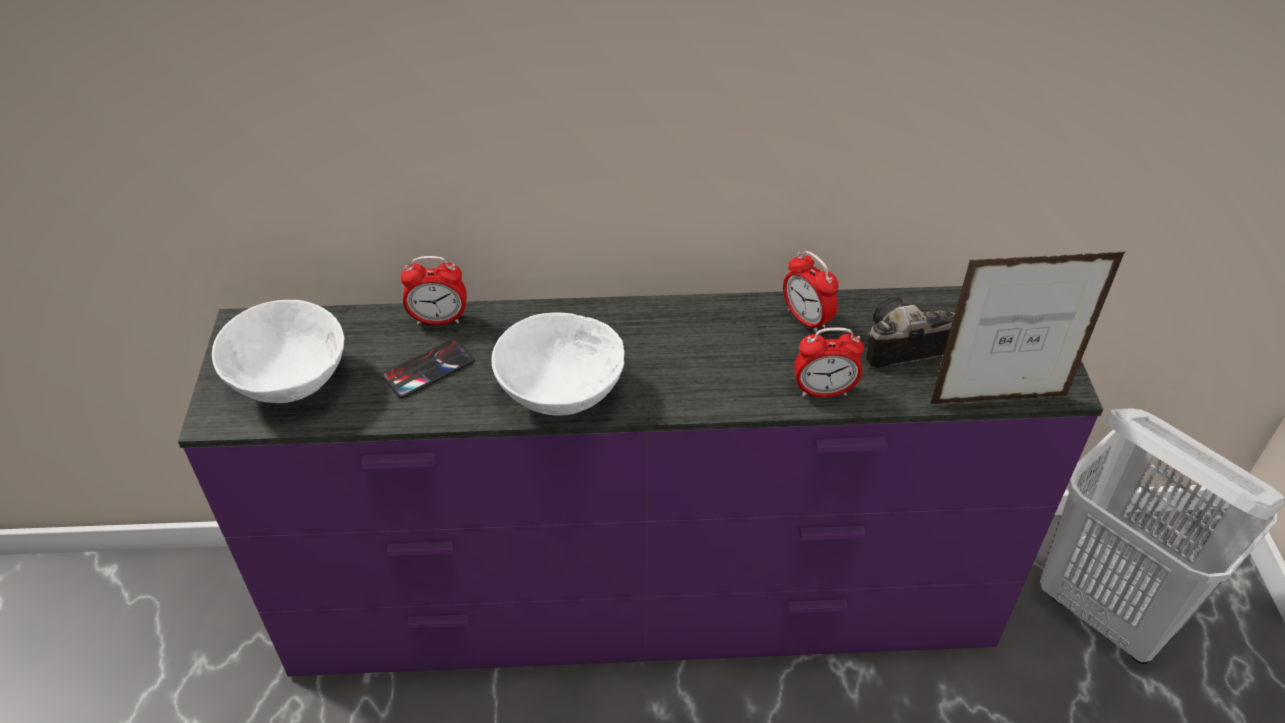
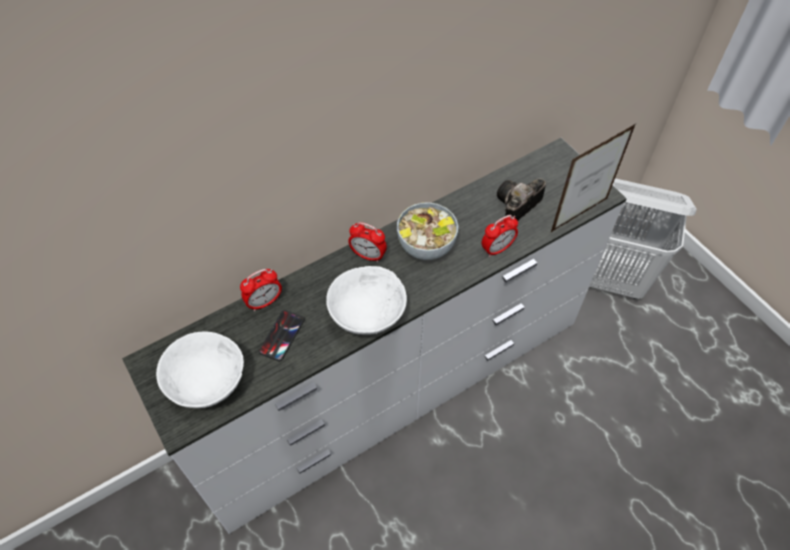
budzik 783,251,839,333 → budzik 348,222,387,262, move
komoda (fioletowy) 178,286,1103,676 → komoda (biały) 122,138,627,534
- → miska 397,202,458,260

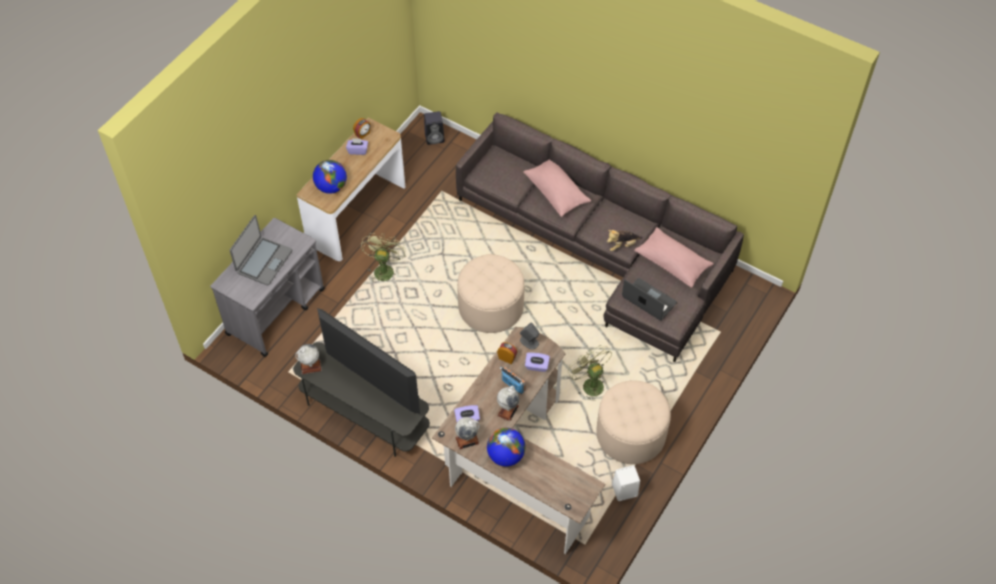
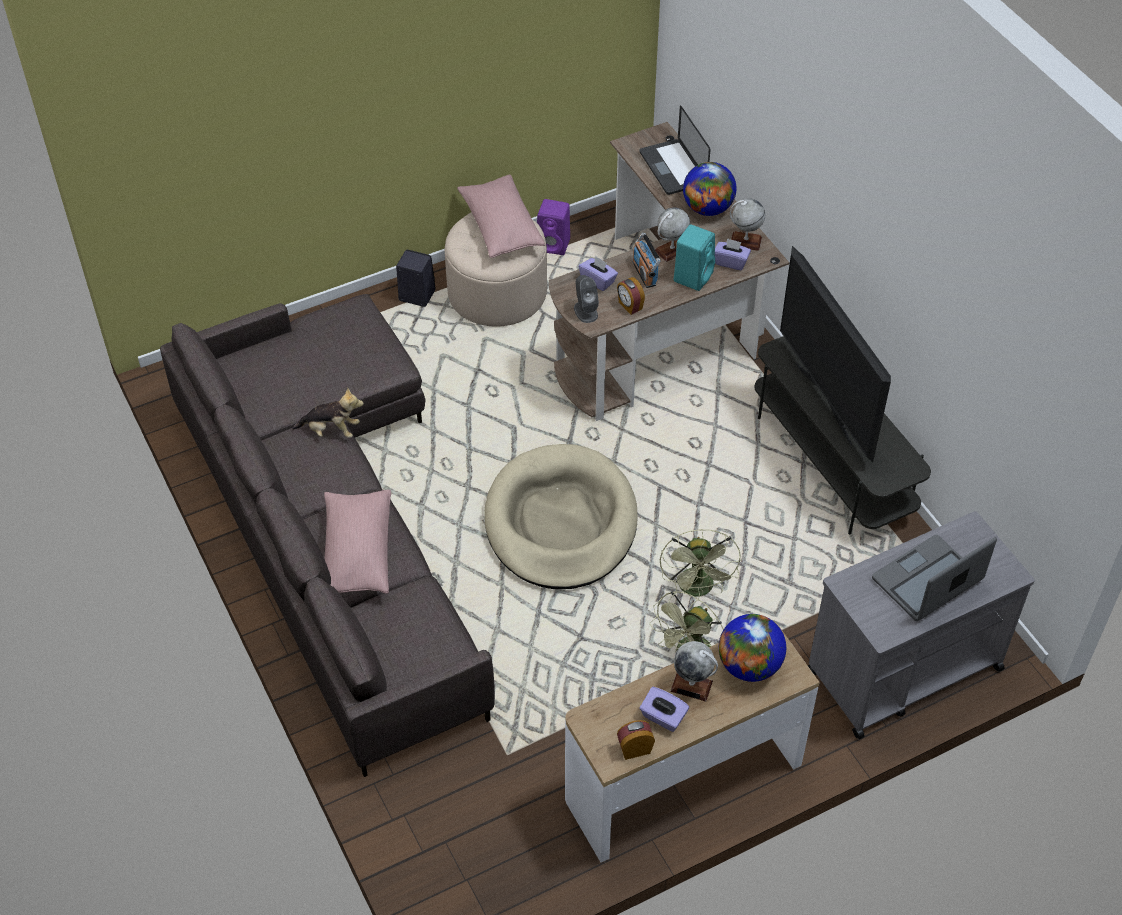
głośnik (czarny) 424,111,445,145 → głośnik (czarny) 396,250,435,307, move
poduszka (różowy) 634,227,714,288 → poduszka (różowy) 457,175,545,258, move
pufa (beżowy) 457,254,525,333 → legowisko (beżowy) 484,444,637,589
laptop 622,278,677,321 → laptop 639,105,711,195, move
globus 295,344,322,374 → globus 671,641,718,702, move
wentylator (zielony) 568,345,612,401 → wentylator (zielony) 660,529,741,597, move
głośnik (biały) 612,465,640,501 → głośnik (fioletowy) 537,199,570,255
- → głośnik (turkusowy) 674,224,715,291

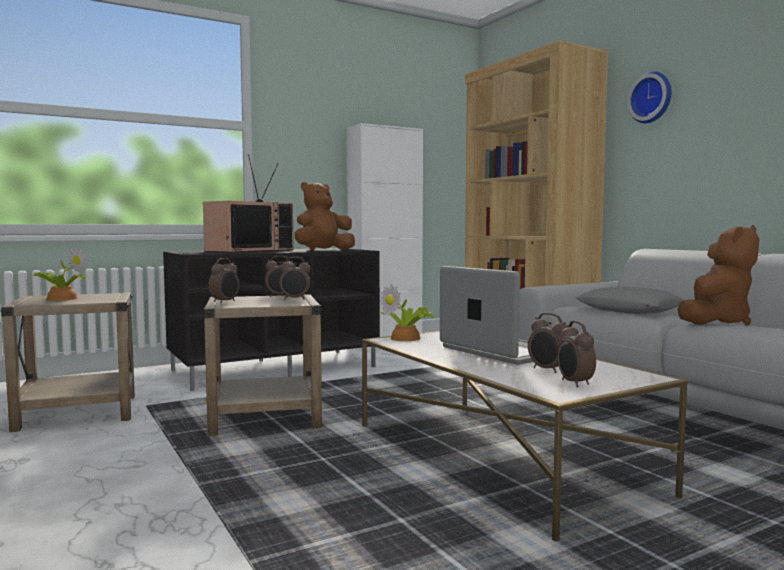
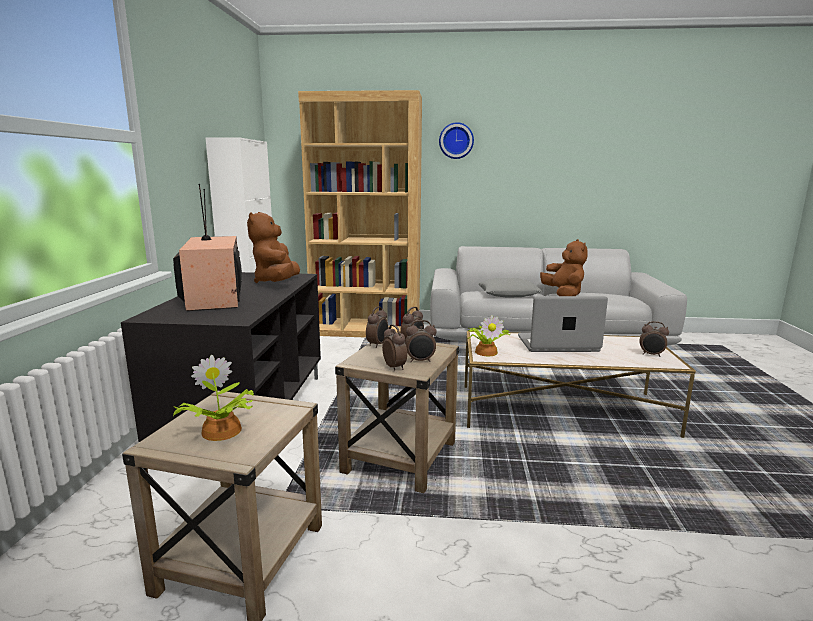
budzik 528,313,567,373 → budzik 405,320,437,363, move

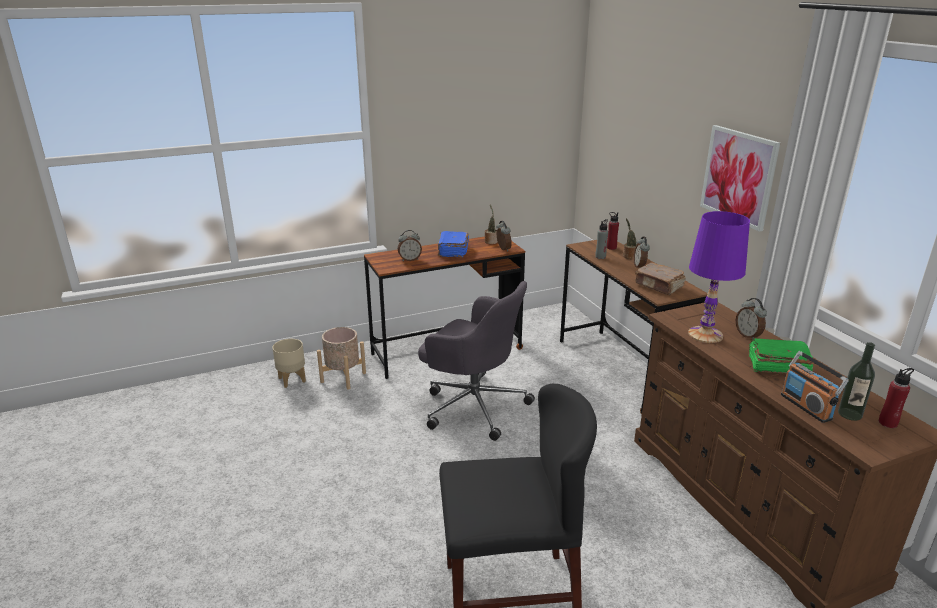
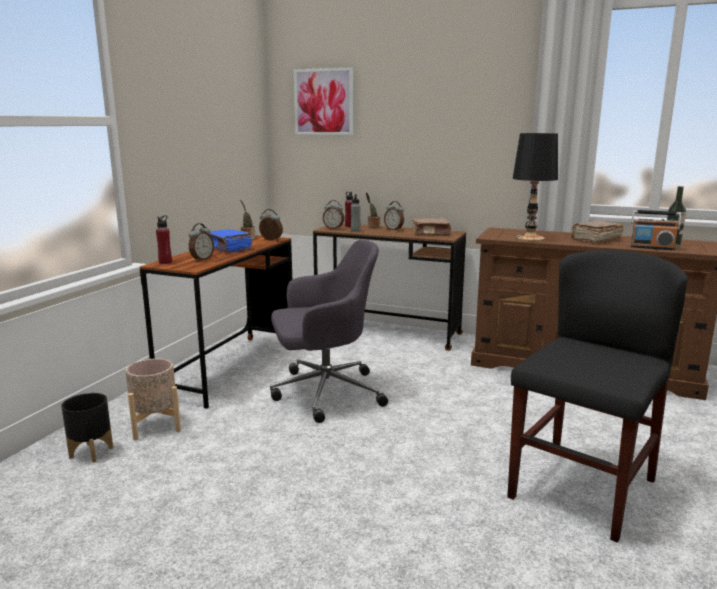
obraz 700,125,780,232 → obraz 294,67,353,135, move
lampa stołowa (fioletowy) 688,211,750,343 → lampa stołowa (czarny) 513,133,558,241
budzik 736,298,767,339 → budzik 323,200,344,229, move
książka (zielony) 749,338,814,374 → książka (brązowy) 572,220,624,243
donica (beżowy) 272,339,306,388 → donica (czarny) 61,393,113,463
butelka (czerwony) 879,368,914,428 → butelka (czerwony) 156,215,172,264, move

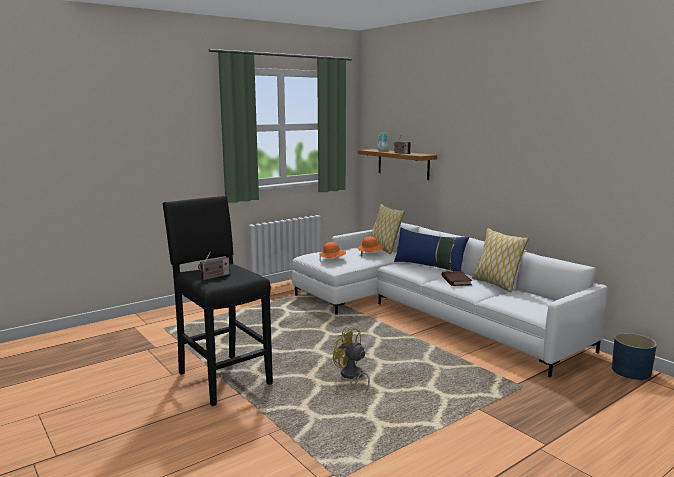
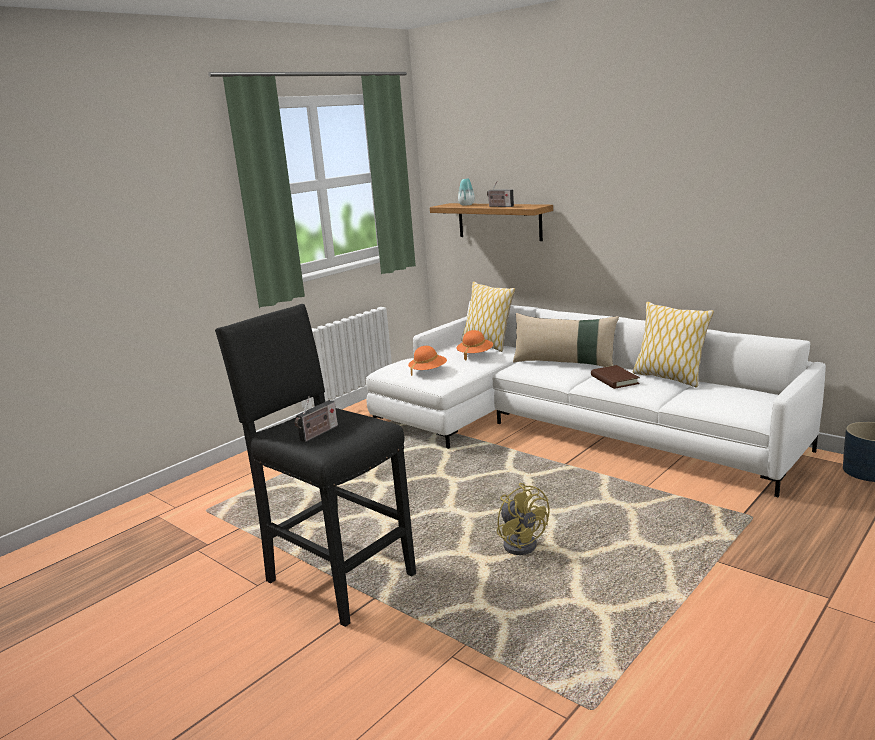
poduszka (niebieski) 394,228,469,271 → poduszka (beżowy) 513,313,619,367
wentylator (żółty) 333,327,370,394 → wentylator (żółty) 497,483,549,555, 150 degrees counterclockwise

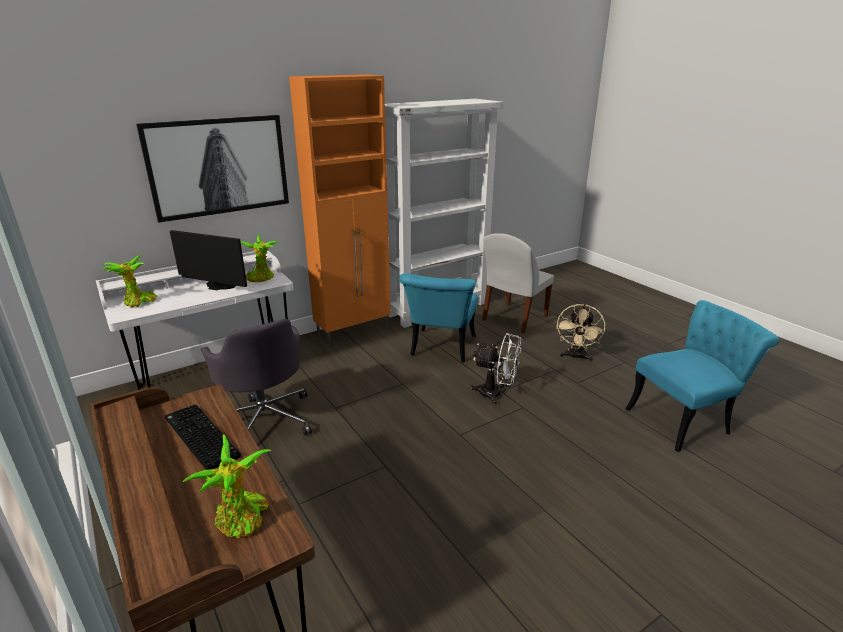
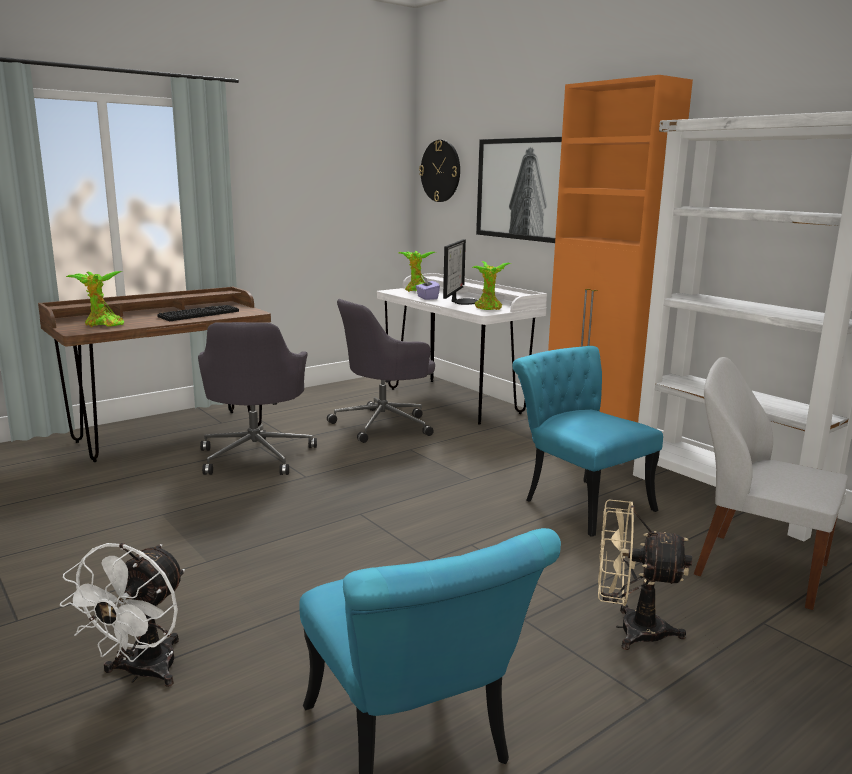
krzesło (turkusowy) 399,273,478,362 → krzesło (turkusowy) 512,346,663,537, 45 degrees clockwise
wentylator (biały) 470,333,521,405 → wentylator (biały) 60,543,185,687, move
- → zegar ścienny 419,140,460,202
- → pudełko chusteczek (fioletowy) 416,276,440,300
- → krzesło biurowe (szary) 198,322,317,475

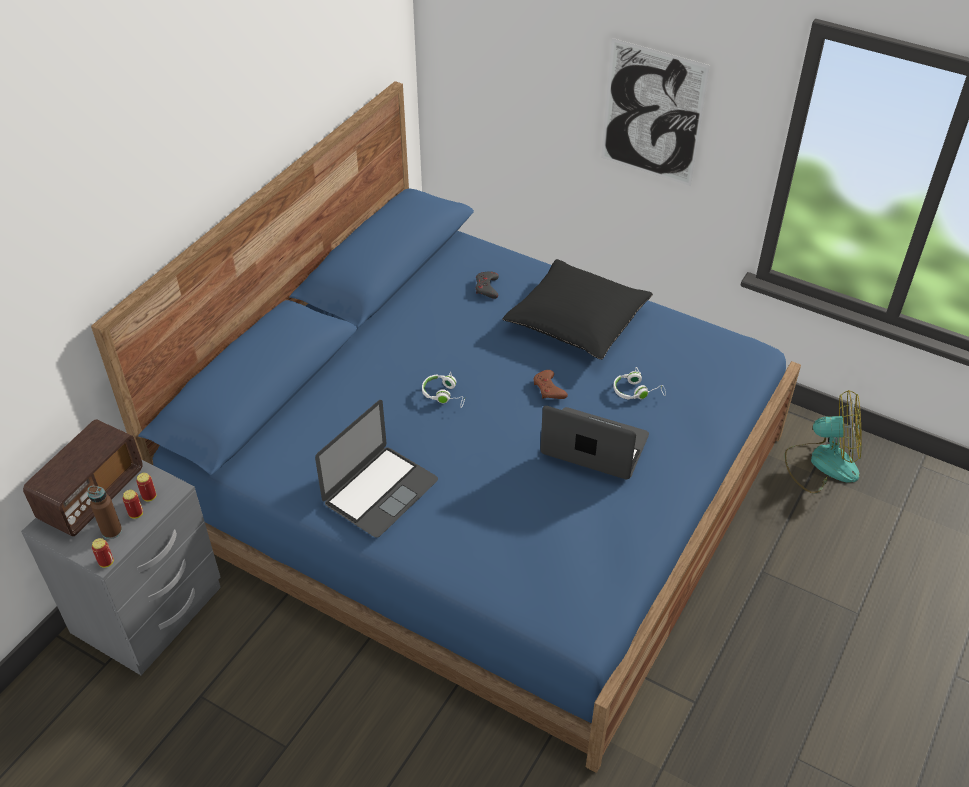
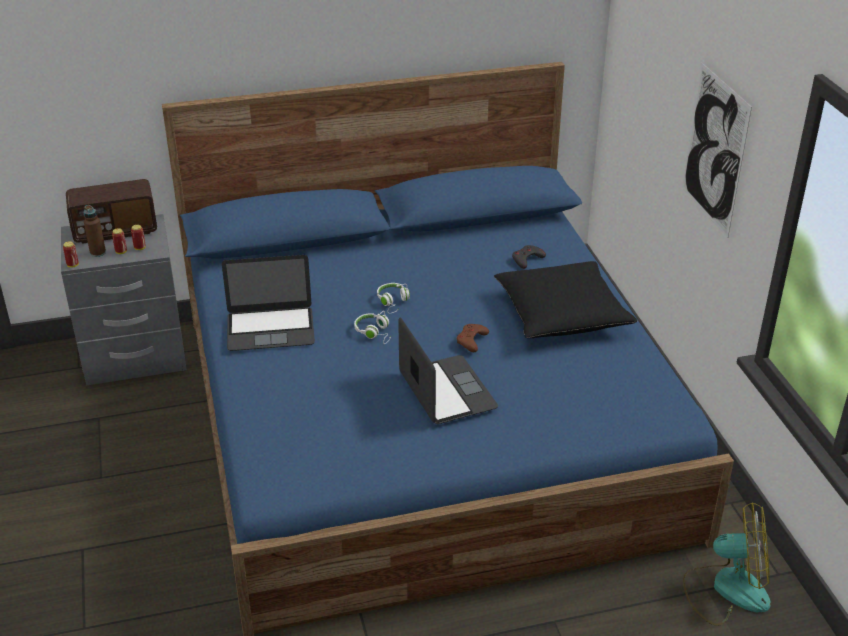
słuchawki (biały) 613,367,666,400 → słuchawki (biały) 354,311,391,344, move
wentylator 784,390,862,494 → wentylator 683,502,771,626, 45 degrees counterclockwise

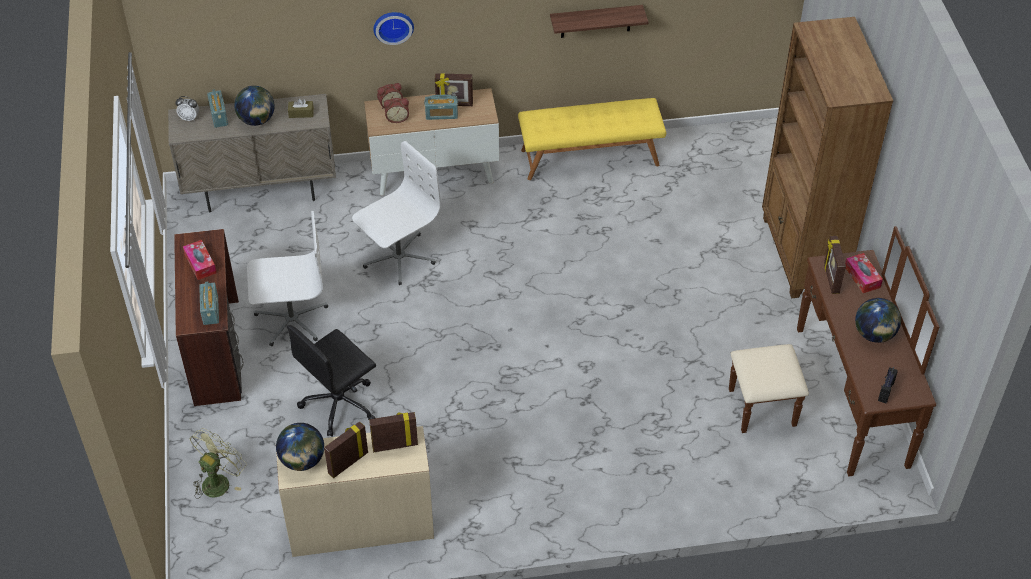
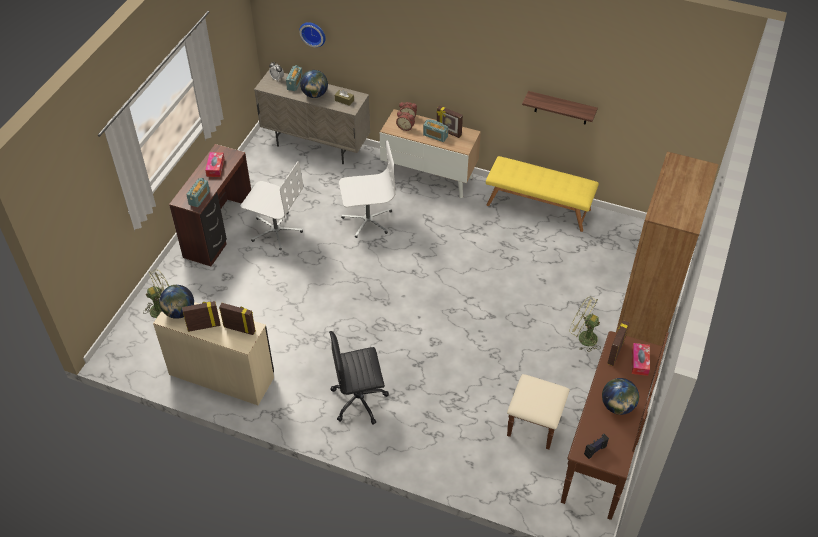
zegar ścienny 373,12,414,45 → zegar ścienny 299,22,326,47, move
krzesło biurowe (czarny) 287,325,376,437 → krzesło biurowe (czarny) 329,331,389,425, move
- → wentylator (zielony) 569,296,600,352

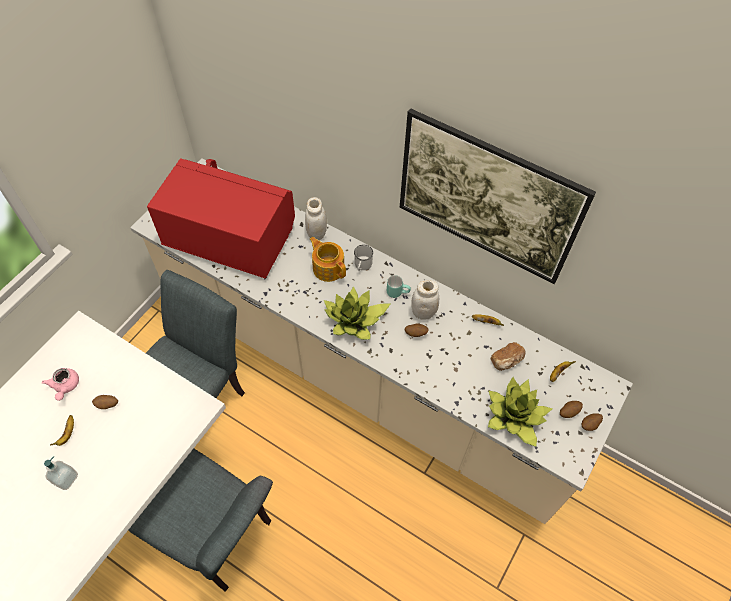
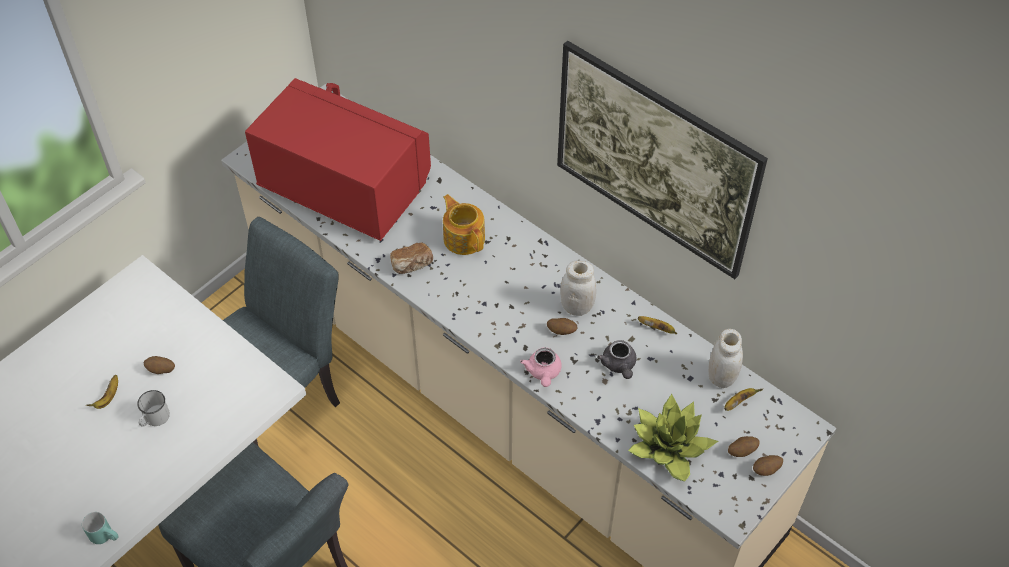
słoik (biały) 305,197,327,240 → słoik (biały) 708,329,743,388, move
kubek (biały) 354,245,373,271 → kubek (biały) 137,390,170,427, move
kubek (turkusowy) 387,275,411,298 → kubek (turkusowy) 82,512,118,544, move
roślina doniczkowa 324,286,390,340 → -
chleb 491,342,526,371 → chleb 390,242,433,274, move
imbryk (różowy) 42,368,79,401 → imbryk (różowy) 520,348,562,387, move
dozownik mydła 44,456,78,490 → -
- → imbryk (szary) 597,340,637,379

